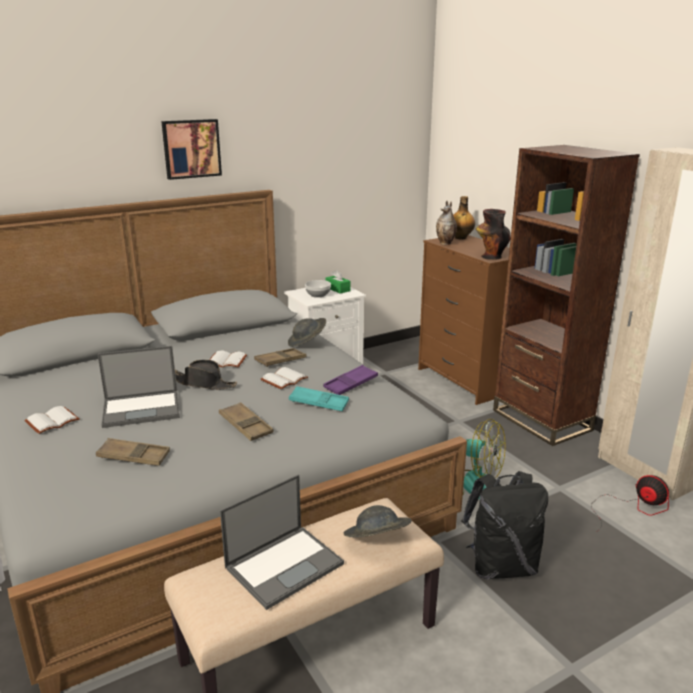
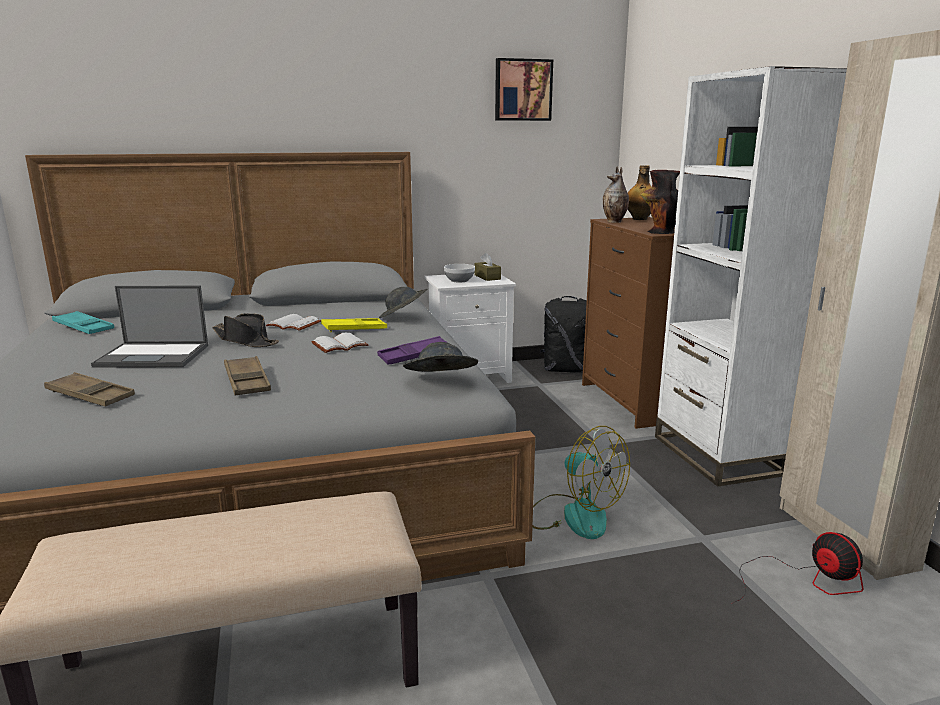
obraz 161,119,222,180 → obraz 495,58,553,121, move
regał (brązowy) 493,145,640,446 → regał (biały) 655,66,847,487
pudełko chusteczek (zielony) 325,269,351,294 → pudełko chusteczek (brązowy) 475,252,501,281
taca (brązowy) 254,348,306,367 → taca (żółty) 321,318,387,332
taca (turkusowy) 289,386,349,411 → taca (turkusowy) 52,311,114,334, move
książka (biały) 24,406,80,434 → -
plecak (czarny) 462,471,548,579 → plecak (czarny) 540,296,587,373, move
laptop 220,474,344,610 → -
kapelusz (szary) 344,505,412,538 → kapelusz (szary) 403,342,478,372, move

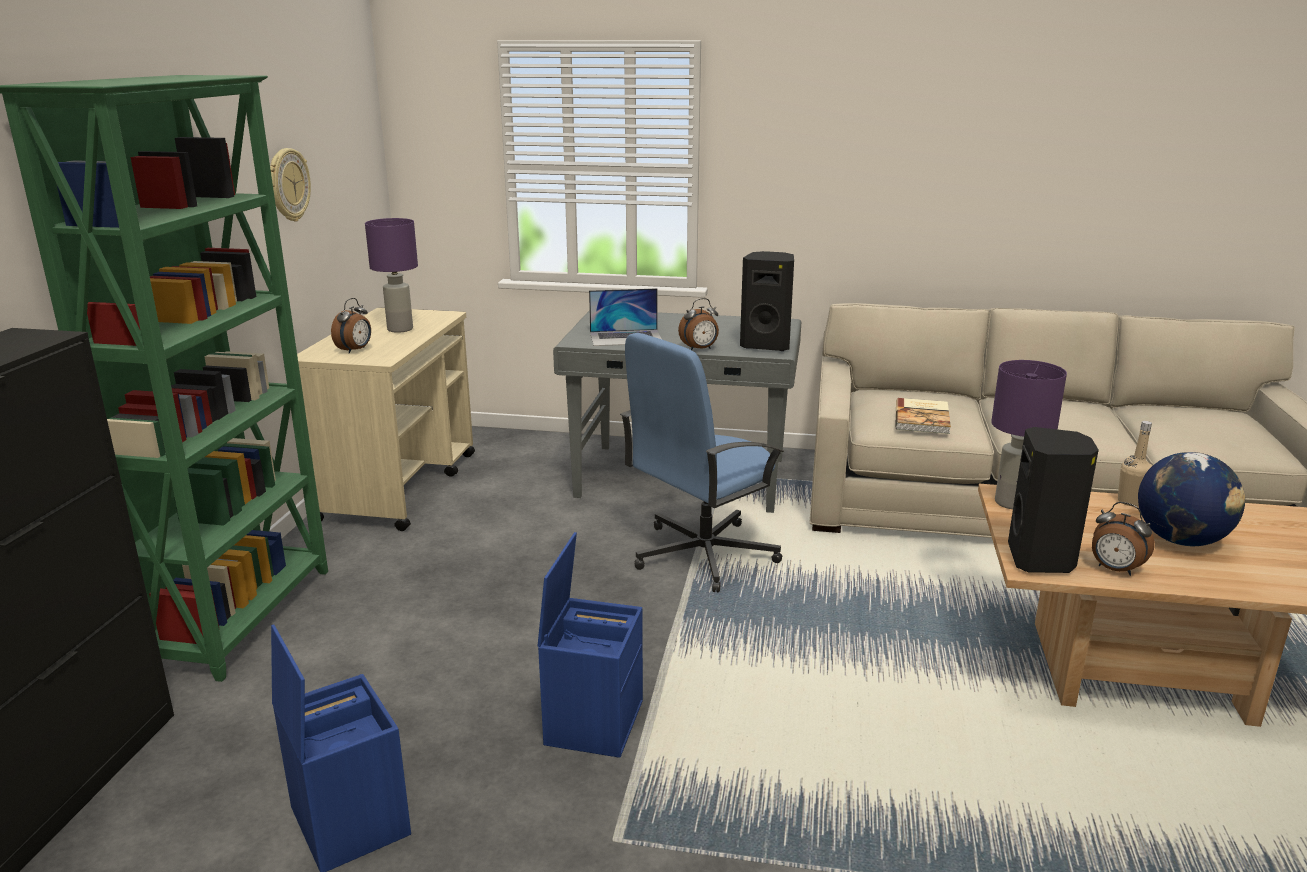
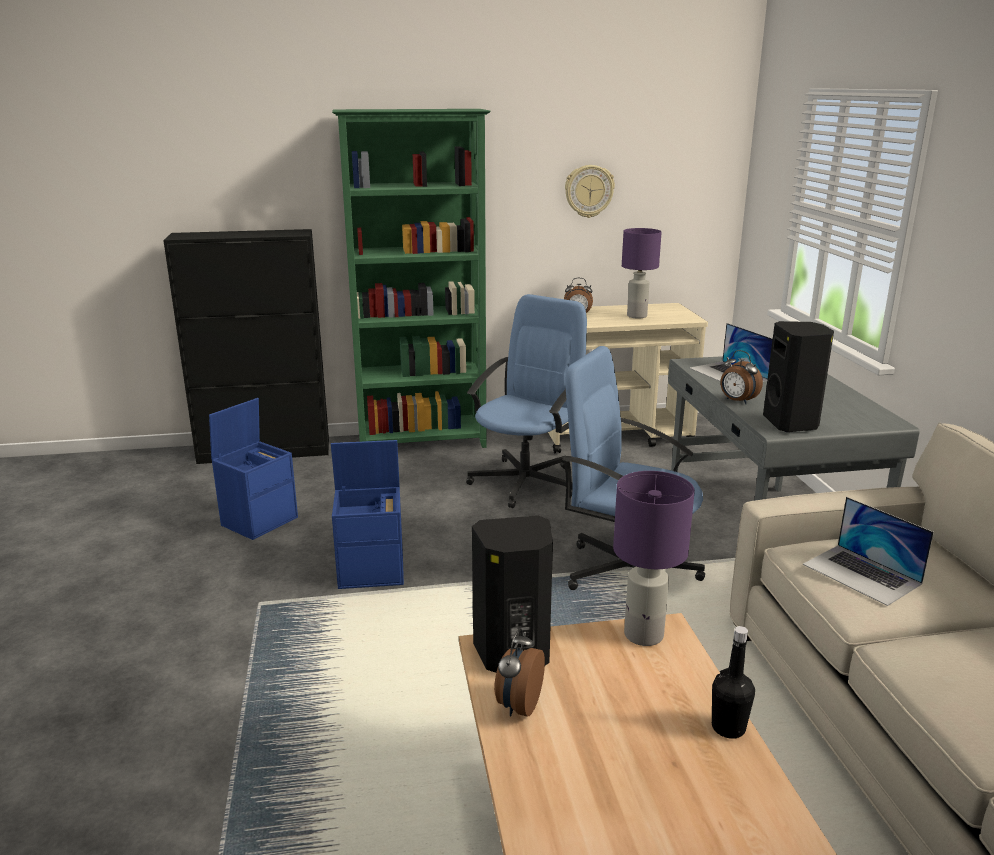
książka 896,398,951,434 → laptop 803,497,934,606
butelka (beżowy) 1118,421,1152,507 → butelka (czarny) 712,626,755,739
globus 1138,452,1245,546 → -
- → krzesło biurowe (niebieski) 466,294,587,508

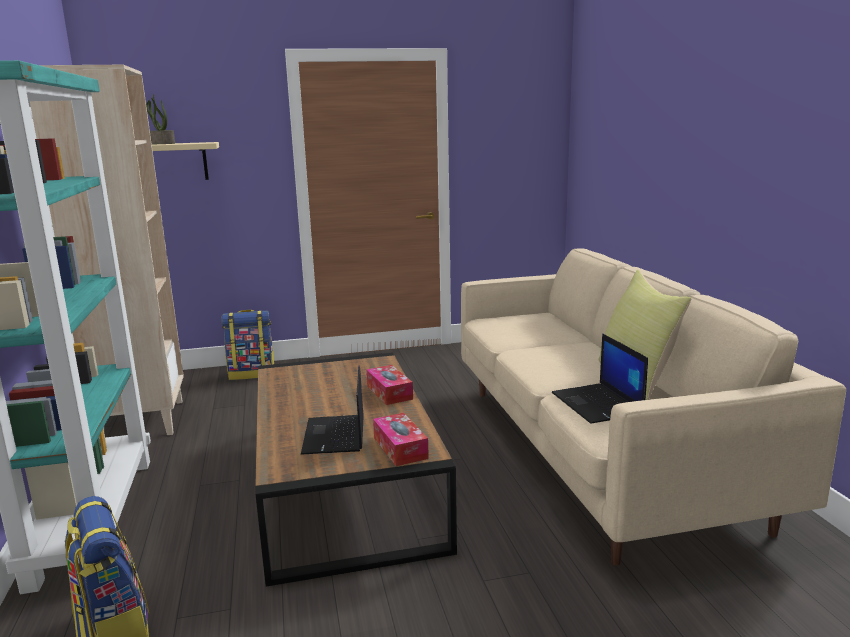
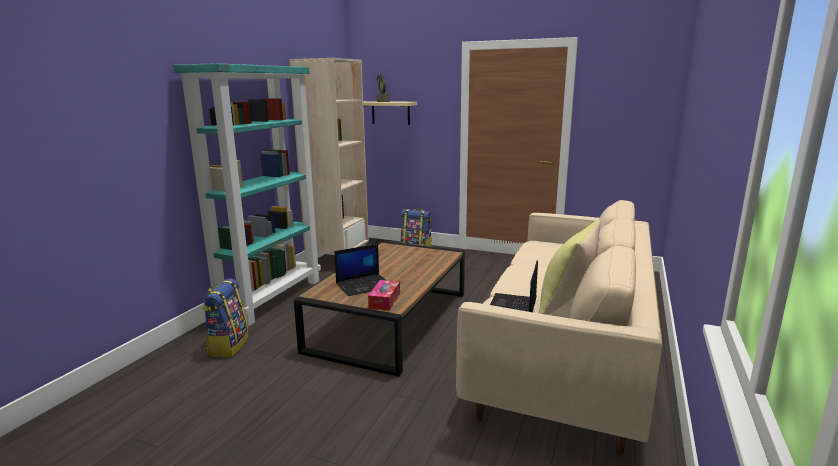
laptop 301,365,364,454 → laptop 334,244,386,296, 150 degrees counterclockwise
pudełko chusteczek 366,365,413,405 → -

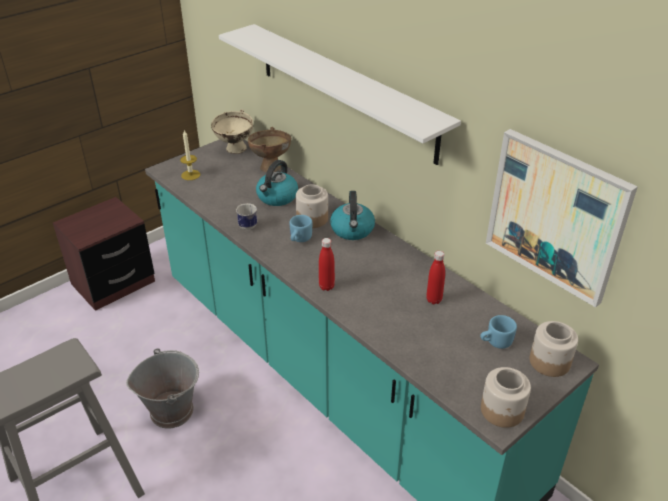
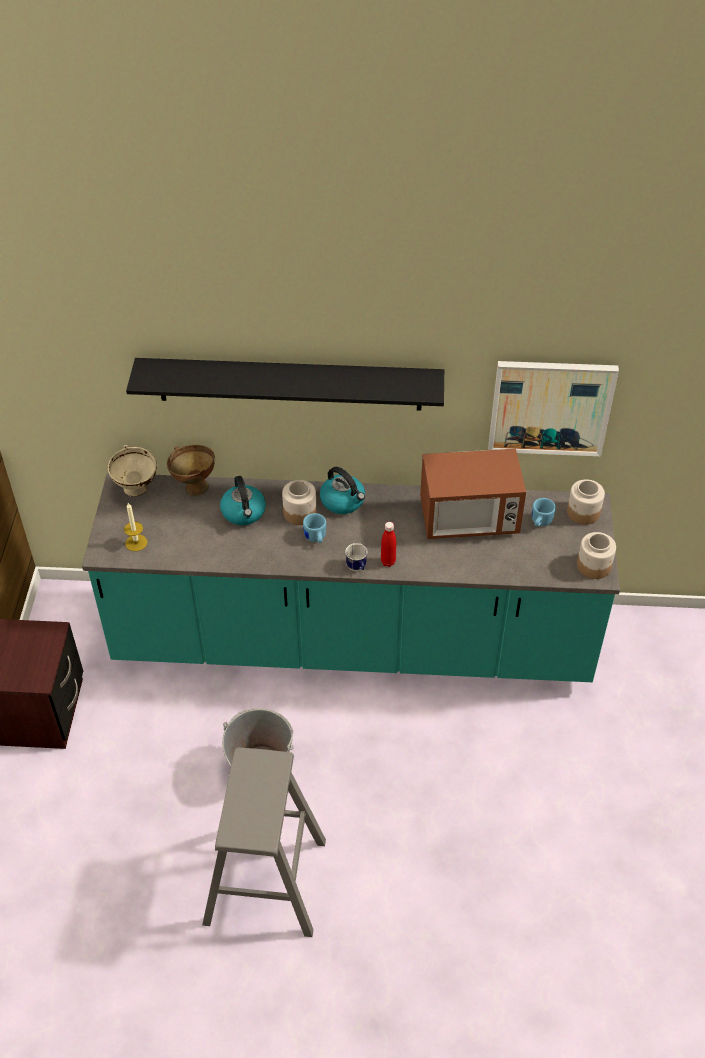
półka (biały) 219,24,461,165 → półka (czarny) 126,358,444,411
kubek 236,203,257,230 → kubek 345,543,367,571, move
butelka (czerwony) 426,251,445,304 → mikrofalówka 420,448,526,539

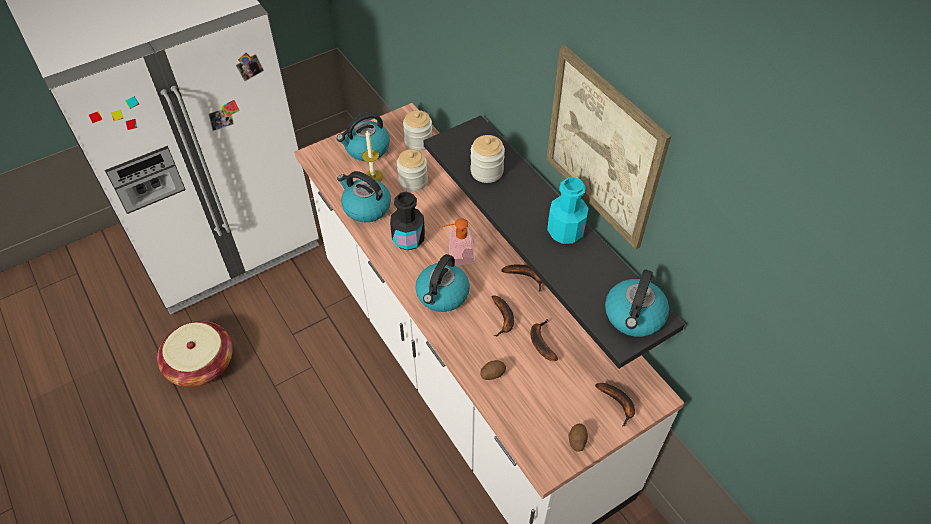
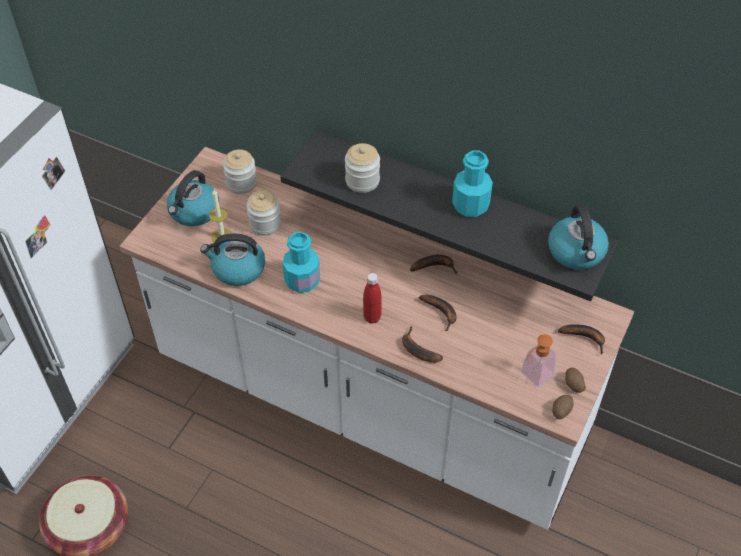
obraz 547,45,671,249 → -
butelka (czarny) 390,192,425,250 → butelka (turkusowy) 282,232,320,293
dozownik mydła 439,218,475,266 → dozownik mydła 521,334,556,387, move
czajnik 415,254,470,312 → butelka (czerwony) 363,273,382,324
banan 530,319,558,361 → banan 402,326,443,363, move
ziemniak 480,360,506,380 → ziemniak 552,395,574,419, move

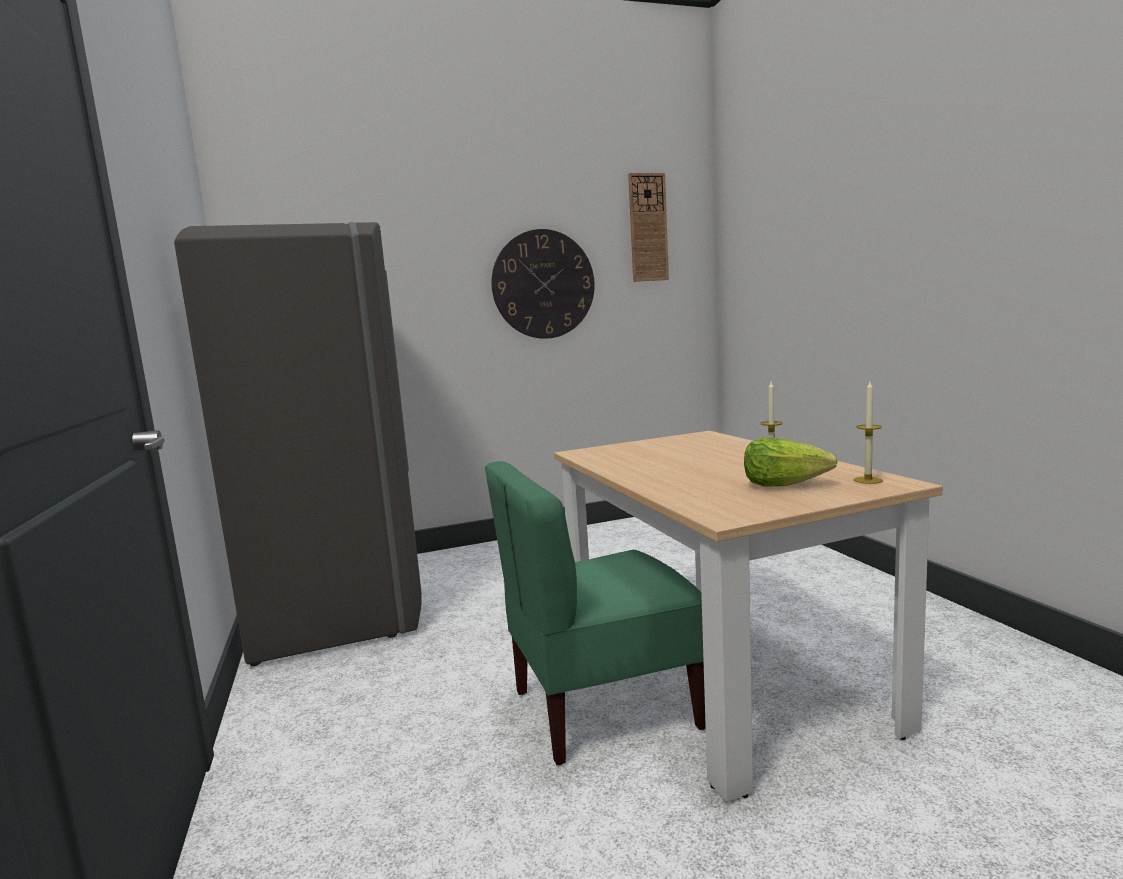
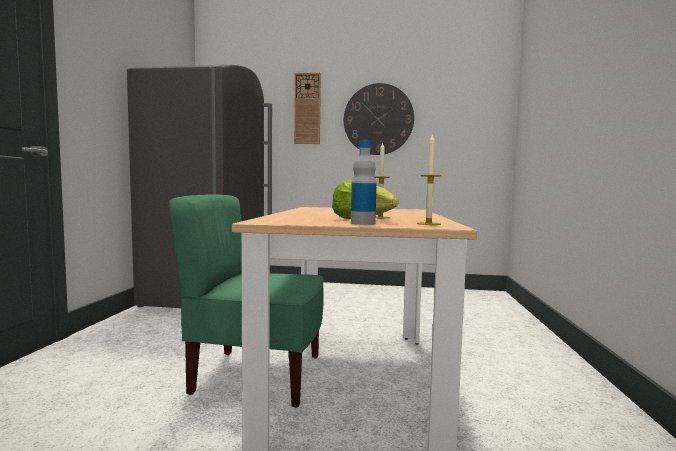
zegar ścienny 628,173,669,282 → zegar ścienny 294,73,321,144, move
- → butelka 351,140,377,225

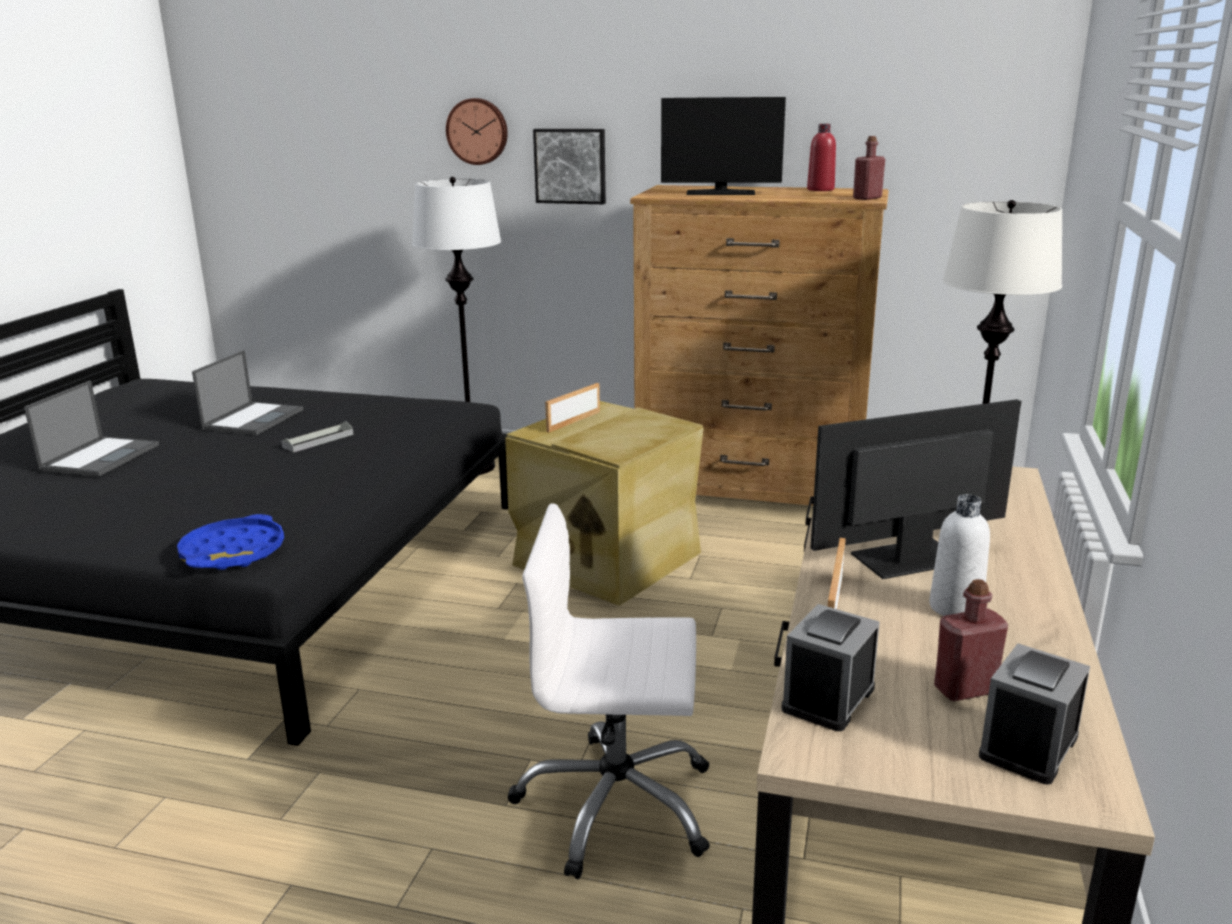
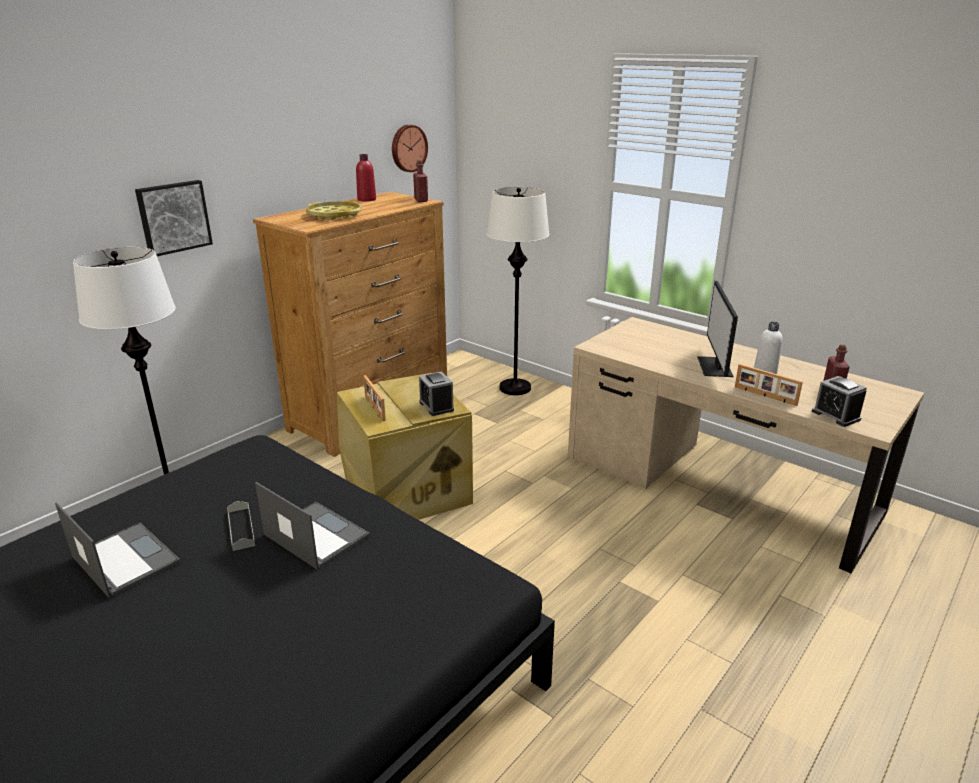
monitor 661,97,786,195 → taca (żółty) 306,201,362,220
zegar ścienny 446,98,508,165 → zegar ścienny 392,125,428,172, move
laptop 24,380,159,477 → laptop 255,482,370,570, move
krzesło biurowe (biały) 507,504,710,879 → -
taca (niebieski) 177,514,284,570 → -
budzik 979,643,1090,785 → budzik 419,371,454,416, move

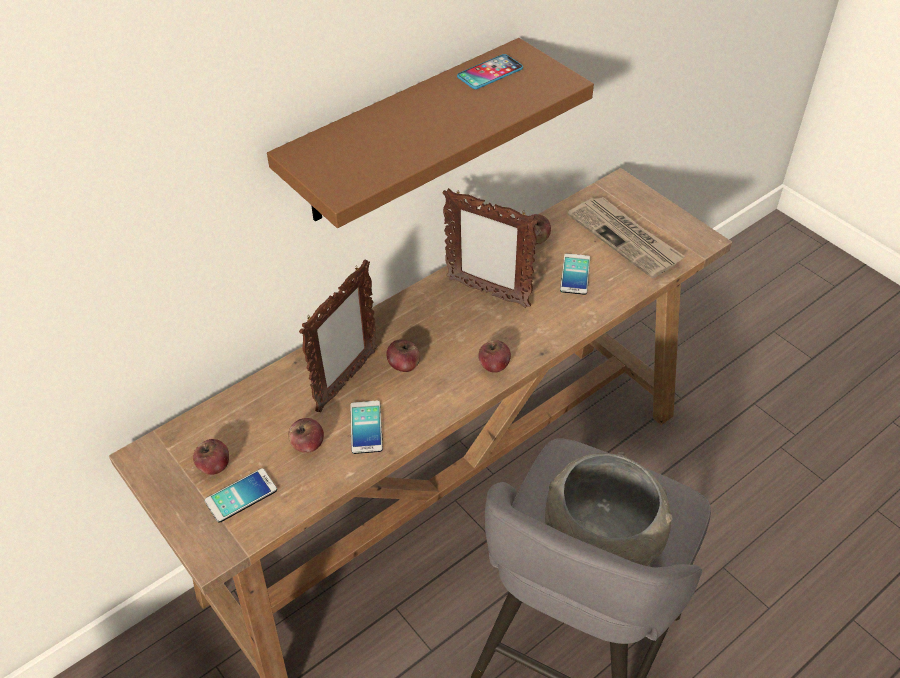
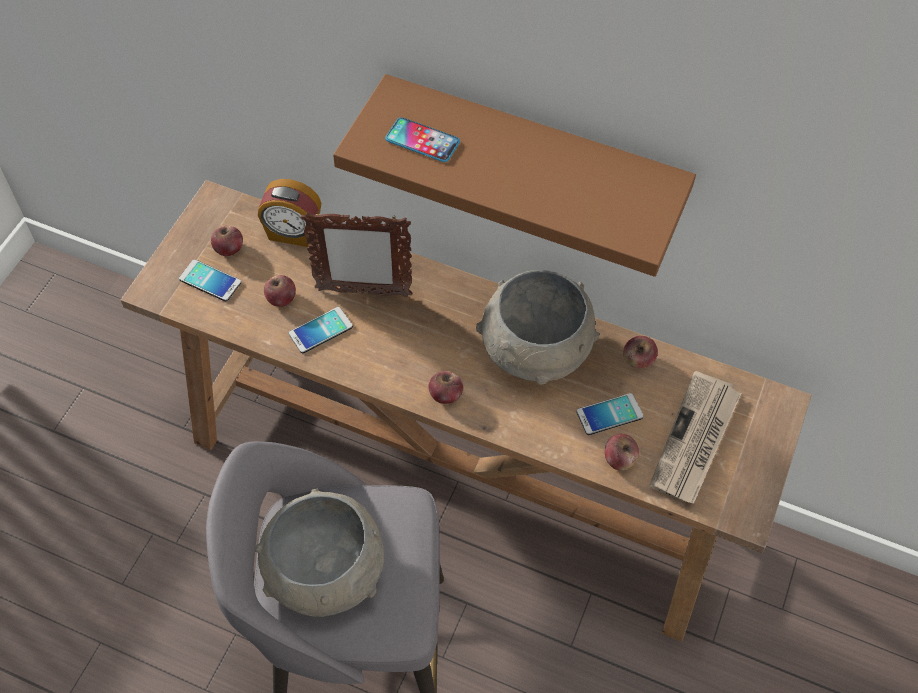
telefon 457,54,523,89 → telefon 385,117,460,162, move
ramka na zdjęcie 442,188,538,308 → miska (szary) 476,270,599,385
jabłko 386,339,420,372 → jabłko 605,434,639,471, move
- → budzik 258,179,321,247

